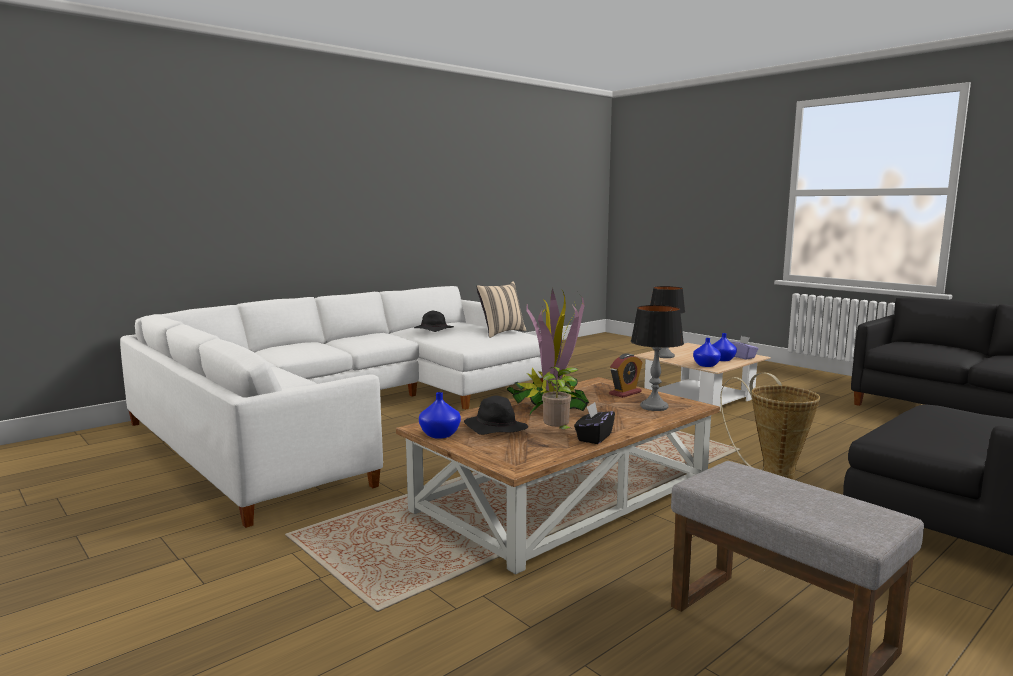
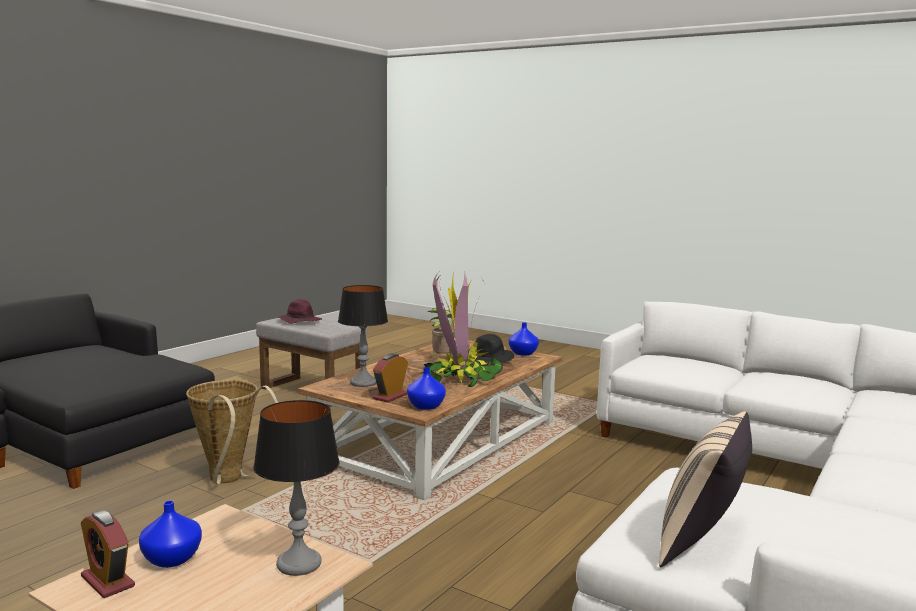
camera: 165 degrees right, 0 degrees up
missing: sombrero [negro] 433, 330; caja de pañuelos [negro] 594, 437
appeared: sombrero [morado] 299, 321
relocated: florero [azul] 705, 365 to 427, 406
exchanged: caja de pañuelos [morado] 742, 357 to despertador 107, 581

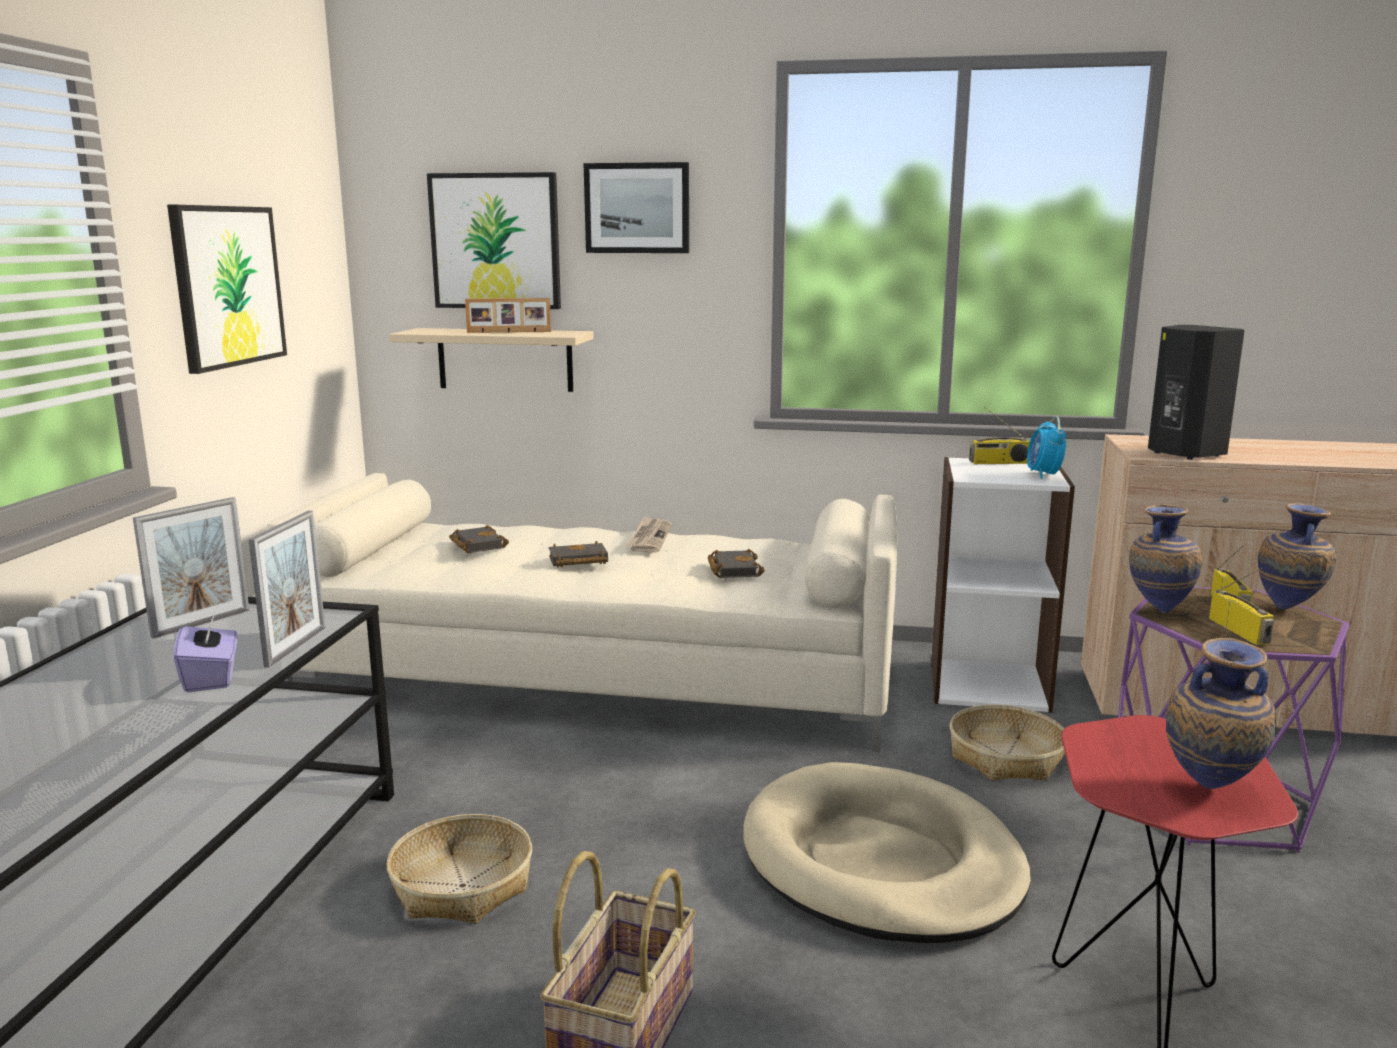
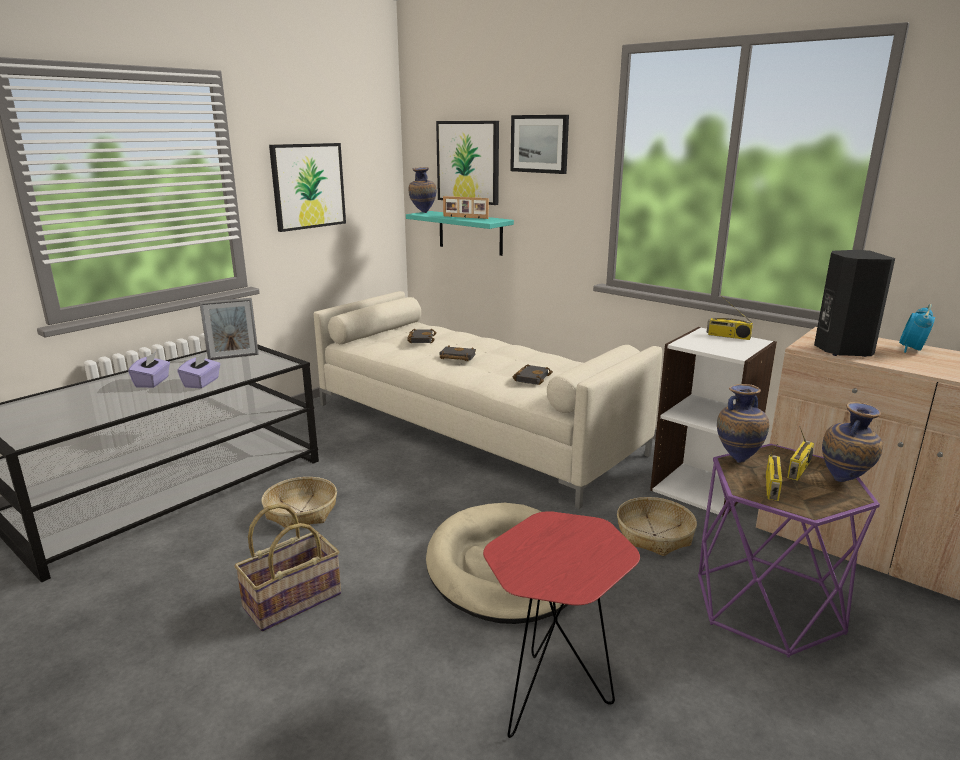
camera: 30 degrees right, 5 degrees up
missing: portarretratos 296, 646; periódico 649, 538
appeared: caja de pañuelos [morado] 152, 382
relocated: despertador 1043, 475 to 912, 350; florero 1208, 791 to 422, 213
colour: estante [beis] 505, 359 to estante [turquesa] 470, 233

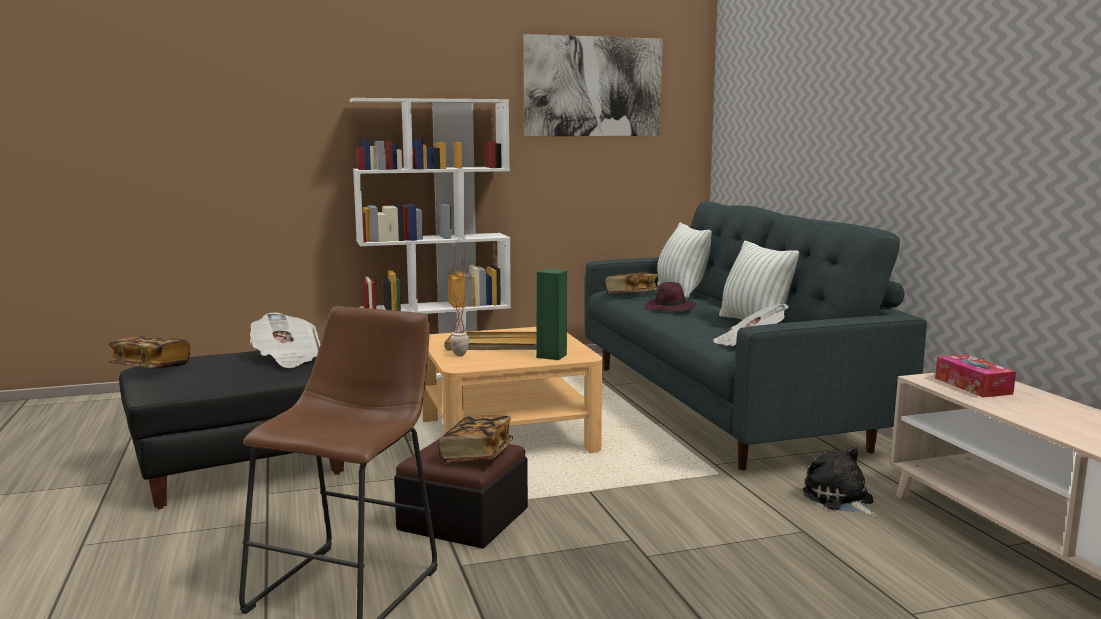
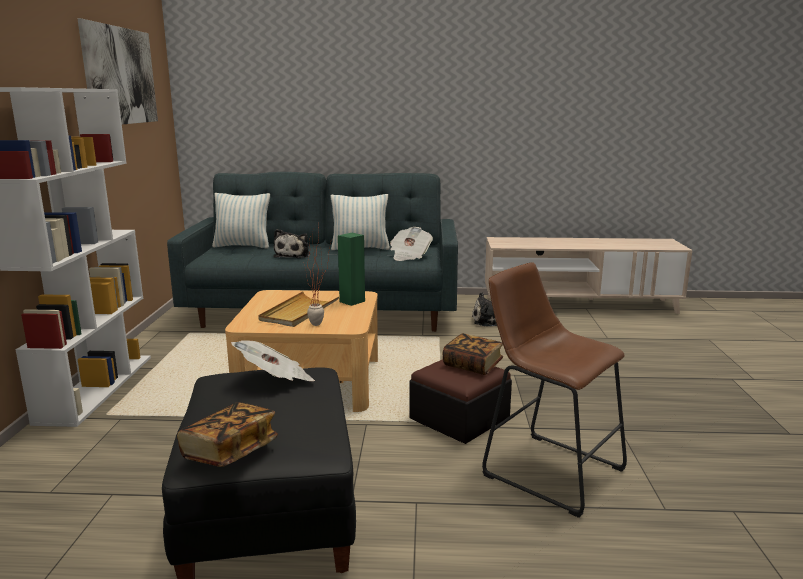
camera: 70 degrees left, 5 degrees up
missing: libro 631, 294; caja de pañuelos 973, 386
exchanged: sombrero [morado] 670, 309 to peluche 293, 255

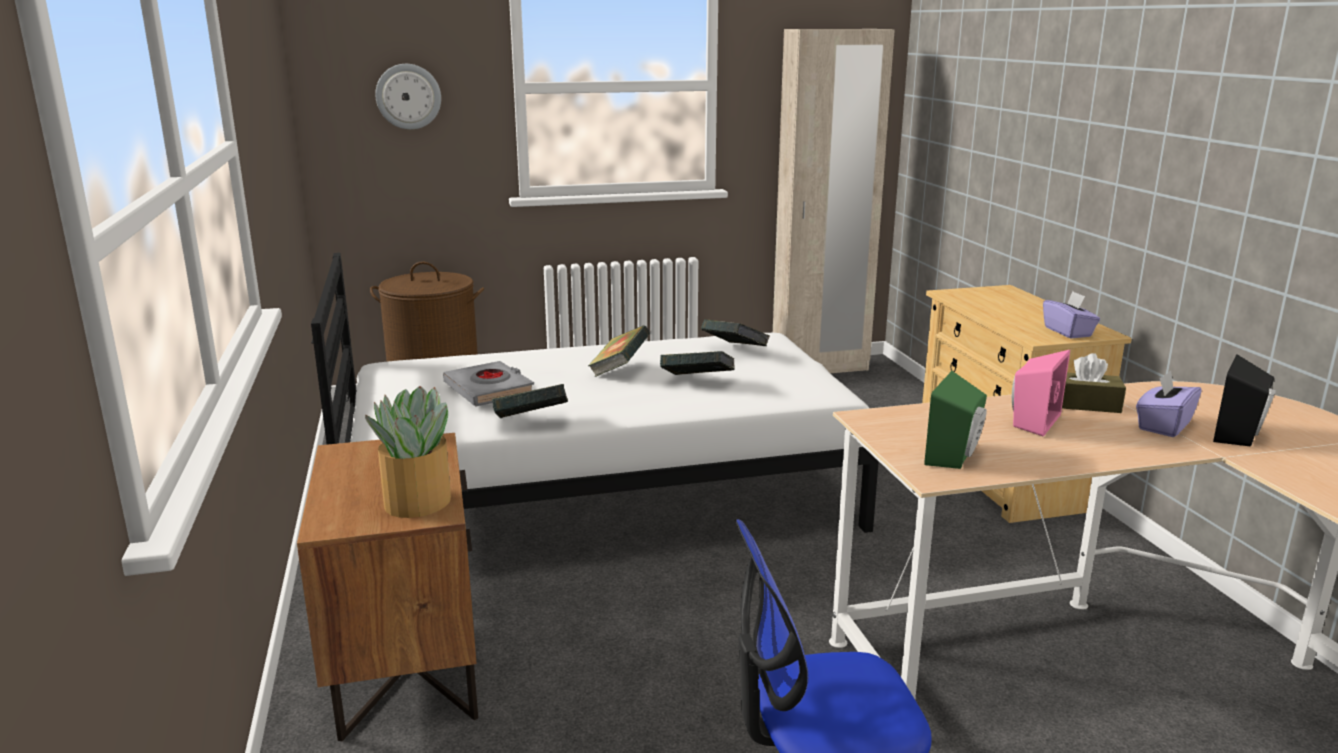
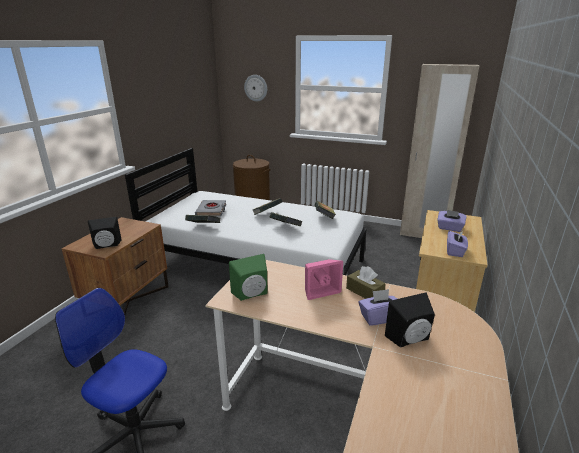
camera: 35 degrees right, 5 degrees up
appeared: caja de pañuelos [morado] 449, 228
exchanged: planta en maceta 416, 502 to altavoz [negro] 107, 246

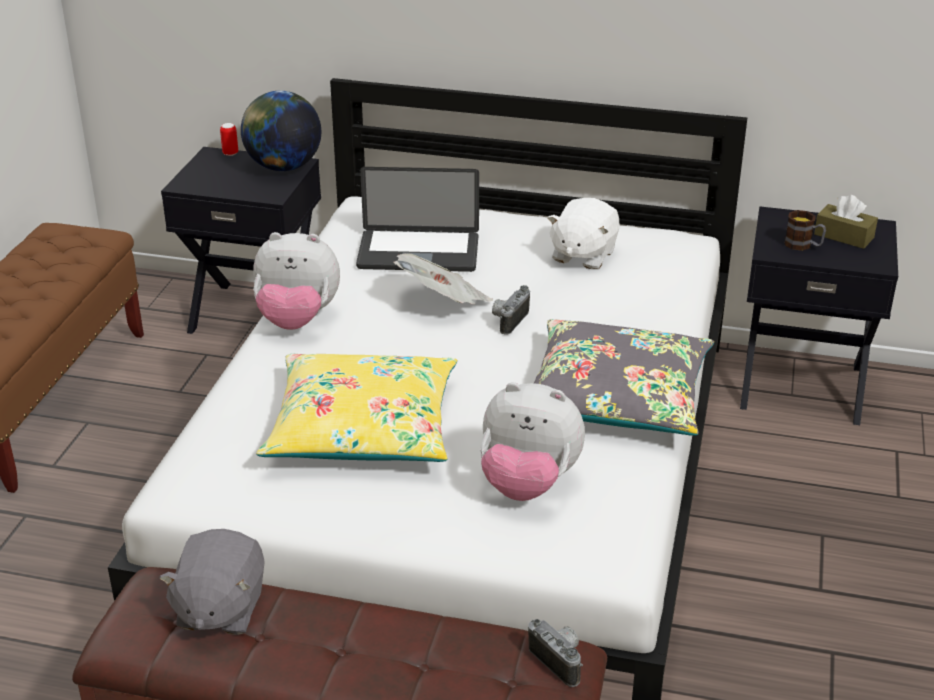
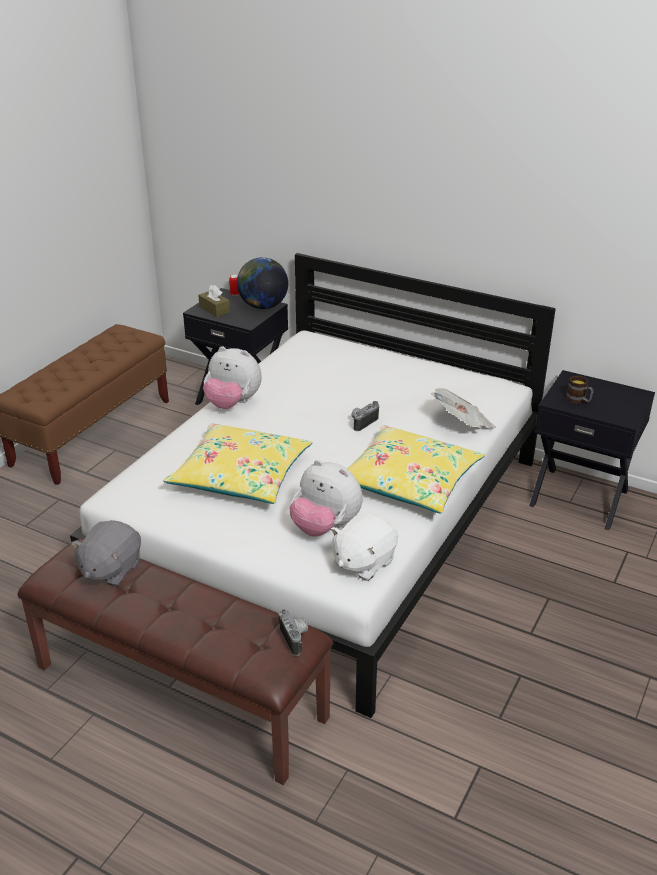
camera: 15 degrees right, 0 degrees up
missing: portátil 418, 253
relocated: periódico 444, 302 to 462, 424; peluche [blanco] 582, 255 to 363, 562; caja de pañuelos [marrón] 844, 236 to 214, 309
colour: cojín [gris] 616, 396 to cojín [amarillo] 409, 481

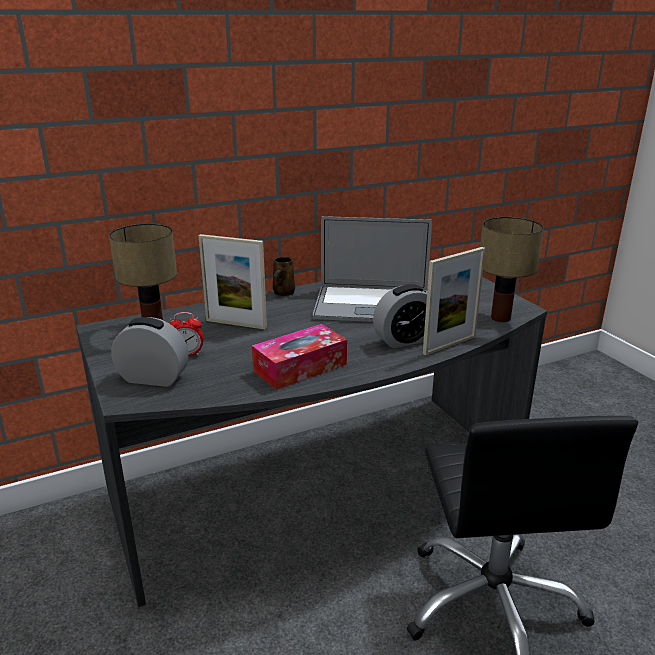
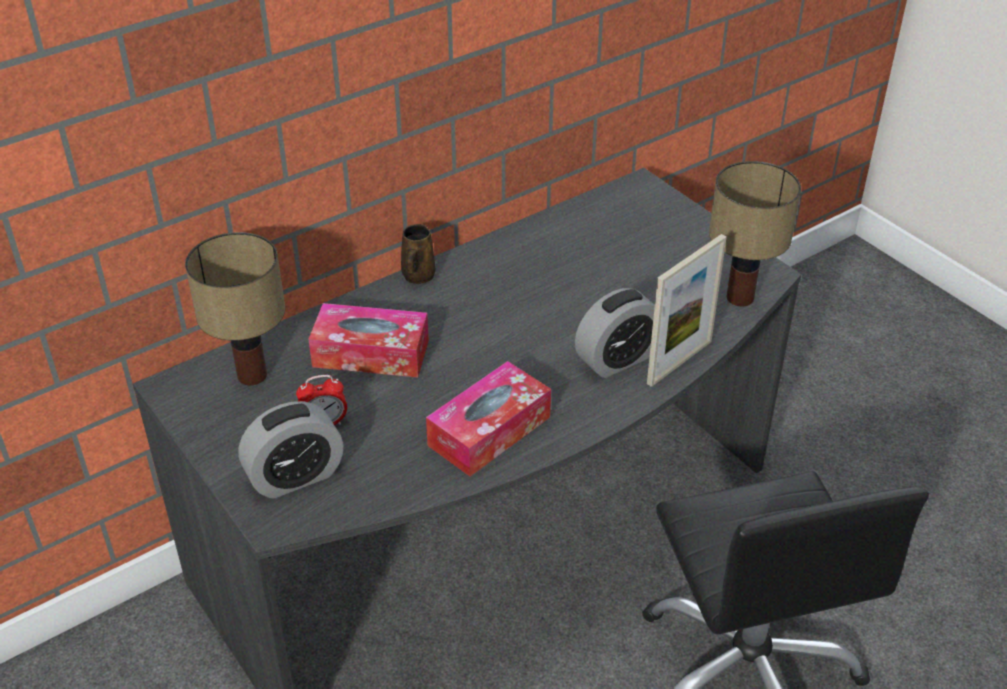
camera: 10 degrees left, 15 degrees up
missing: portátil 372, 305
exchanged: portarretratos 236, 324 to caja de pañuelos 371, 353
spun: despertador 153, 378 = 295, 476 150 degrees clockwise

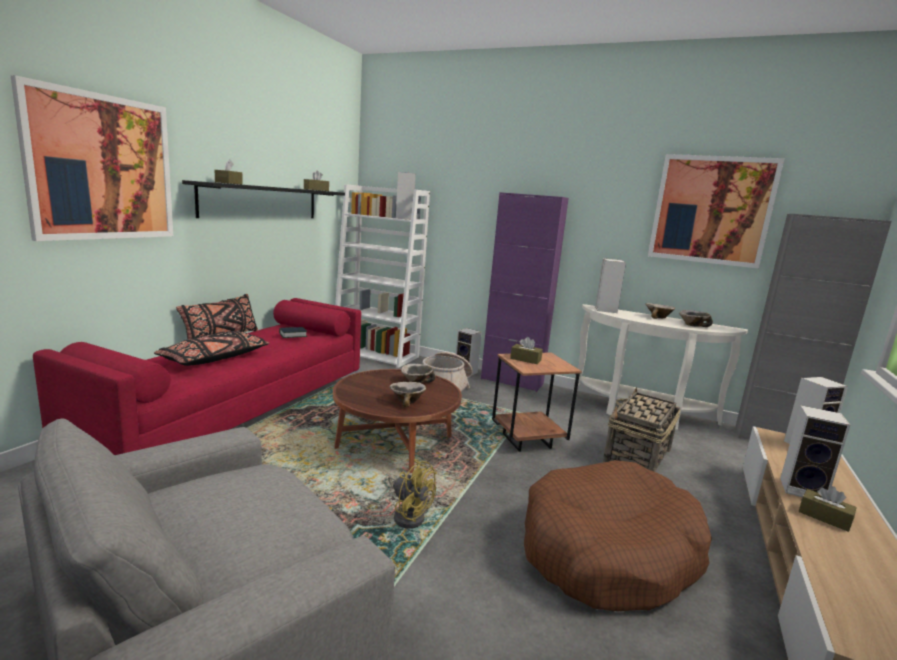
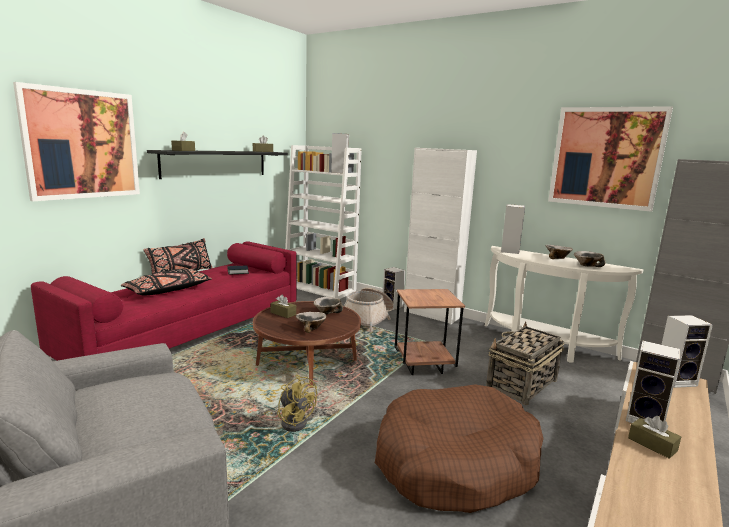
camera: 10 degrees right, 0 degrees up
relocated: caja de pañuelos [marrón] 525, 359 to 283, 313
colour: armario [morado] 512, 381 to armario [blanco] 431, 314

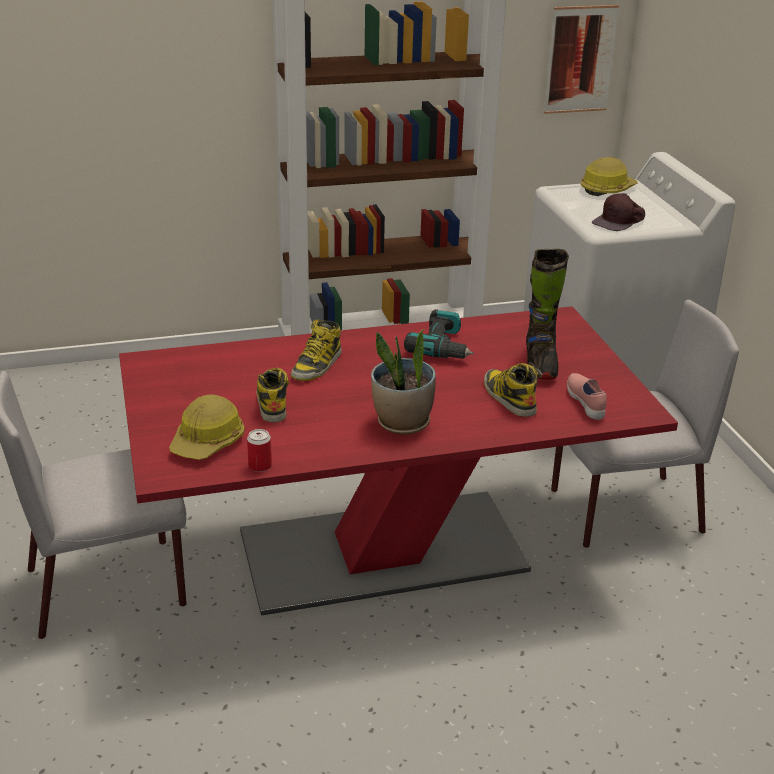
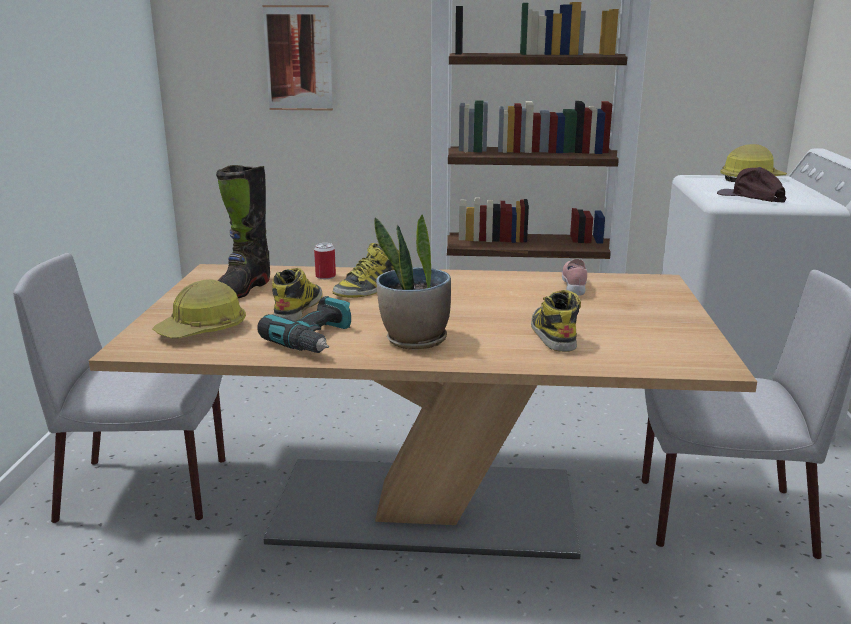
camera: 20 degrees right, 10 degrees down
relocated: lata 260, 466 to 325, 276; taladro 443, 347 to 316, 340; bota [negro] 540, 364 to 242, 289; cuadro 580, 59 to 298, 58; zapato [rosa] 586, 403 to 575, 286
colour: mesa de comedor [rojo] 382, 552 to mesa de comedor [beis] 425, 509
spun: gorra [marrón] 619, 221 = 751, 197 75 degrees clockwise

